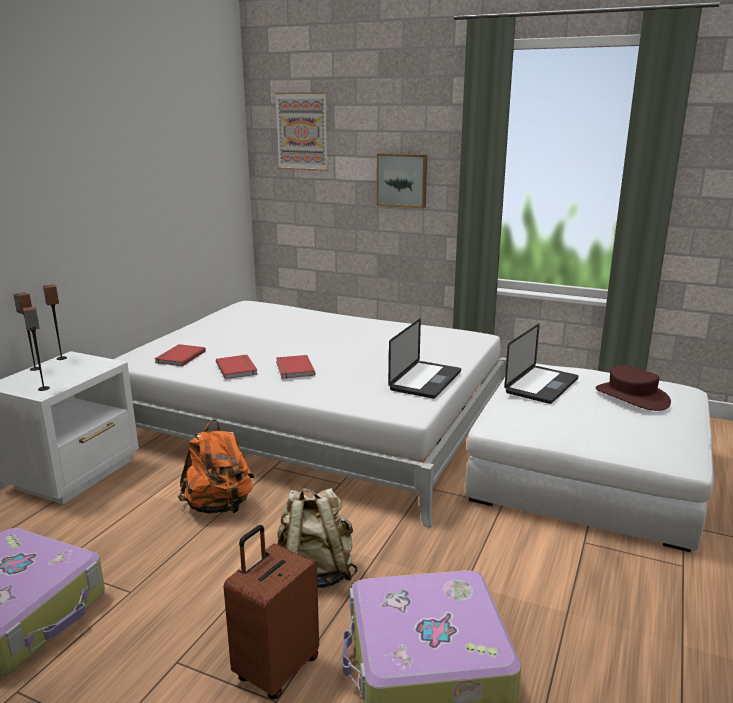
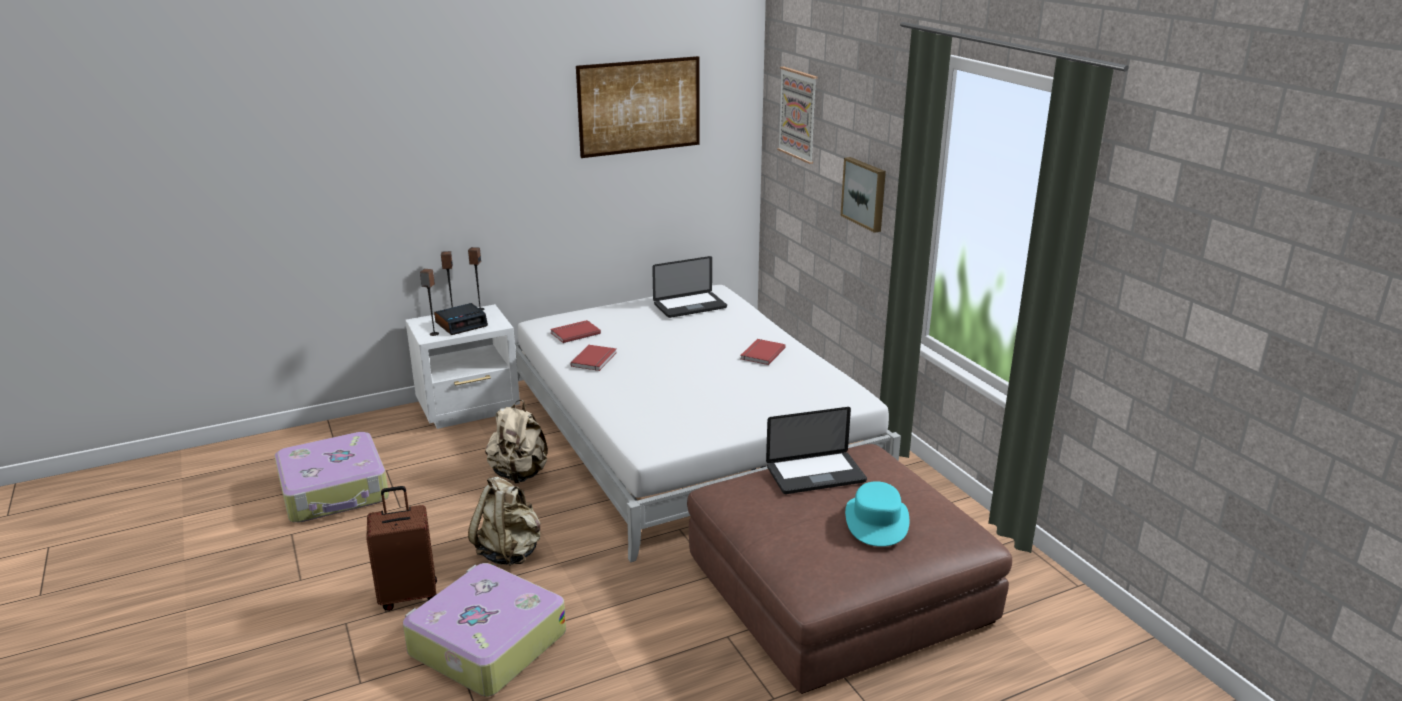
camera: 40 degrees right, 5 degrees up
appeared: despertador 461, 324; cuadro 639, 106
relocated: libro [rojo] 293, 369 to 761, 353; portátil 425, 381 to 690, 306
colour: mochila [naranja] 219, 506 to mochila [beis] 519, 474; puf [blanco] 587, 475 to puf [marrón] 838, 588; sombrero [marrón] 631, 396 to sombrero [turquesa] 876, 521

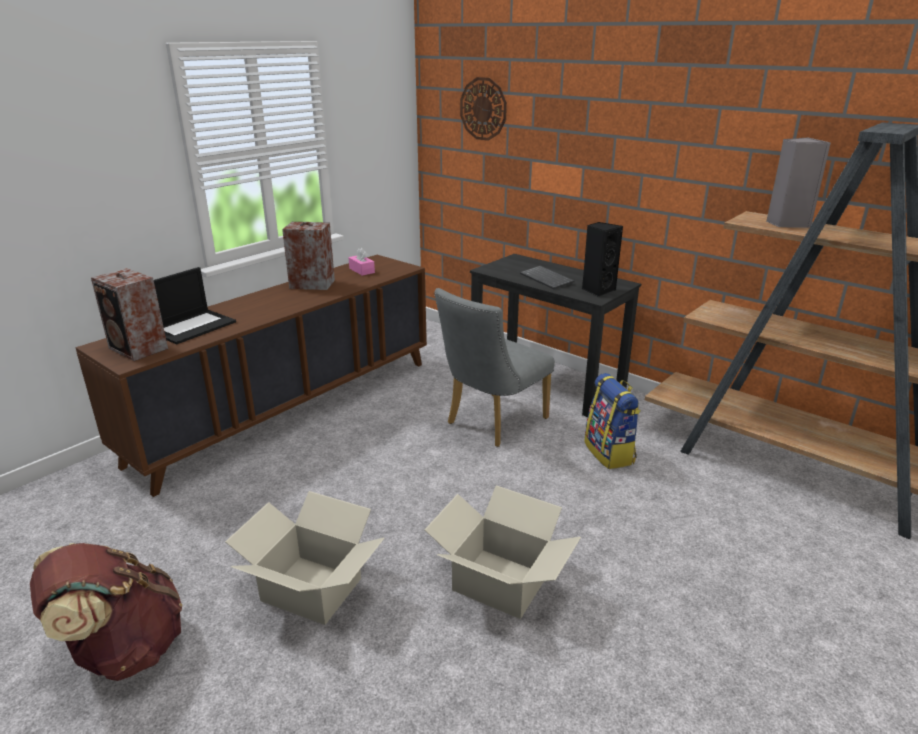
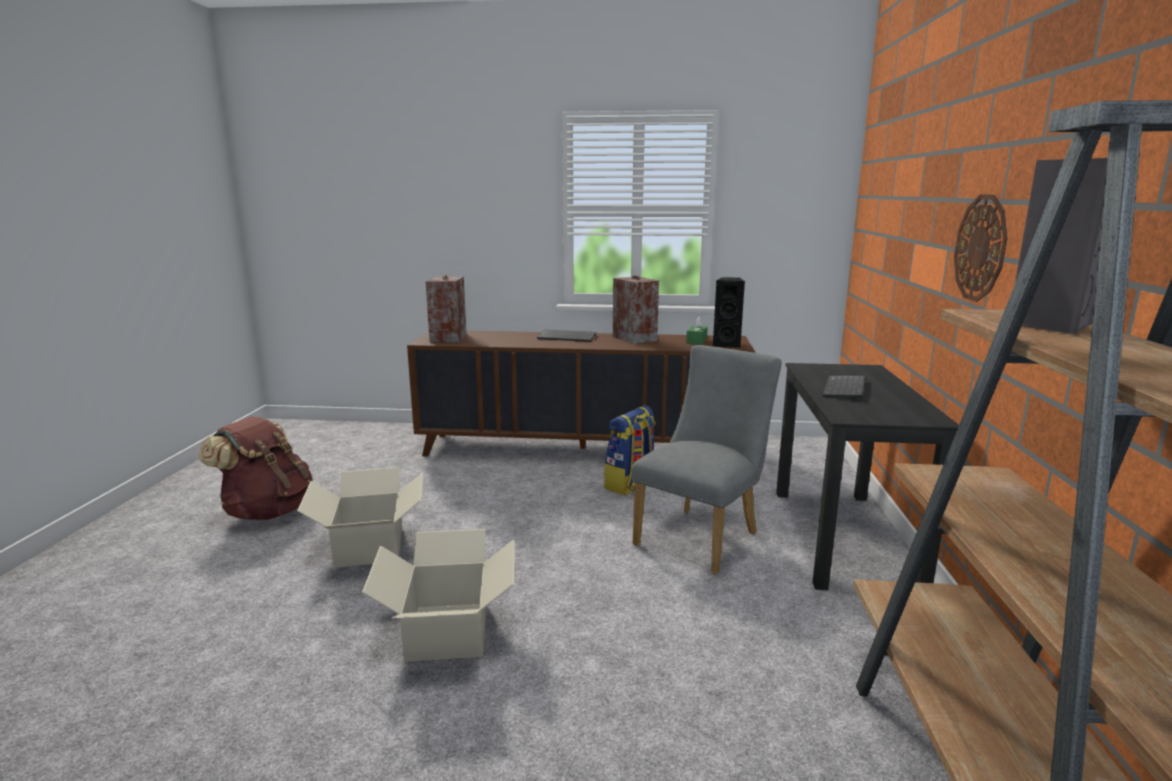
camera: 55 degrees right, 10 degrees down
missing: portátil 192, 326
appeared: teclado 567, 337
relocated: reloj de pared 483, 109 to 981, 248; altavoz [negro] 597, 290 to 727, 344; mochila 610, 453 to 631, 485
colour: caja de pañuelos [rosa] 362, 270 to caja de pañuelos [verde] 696, 341
spun: silla [gris] 491, 423 = 702, 536 120 degrees clockwise

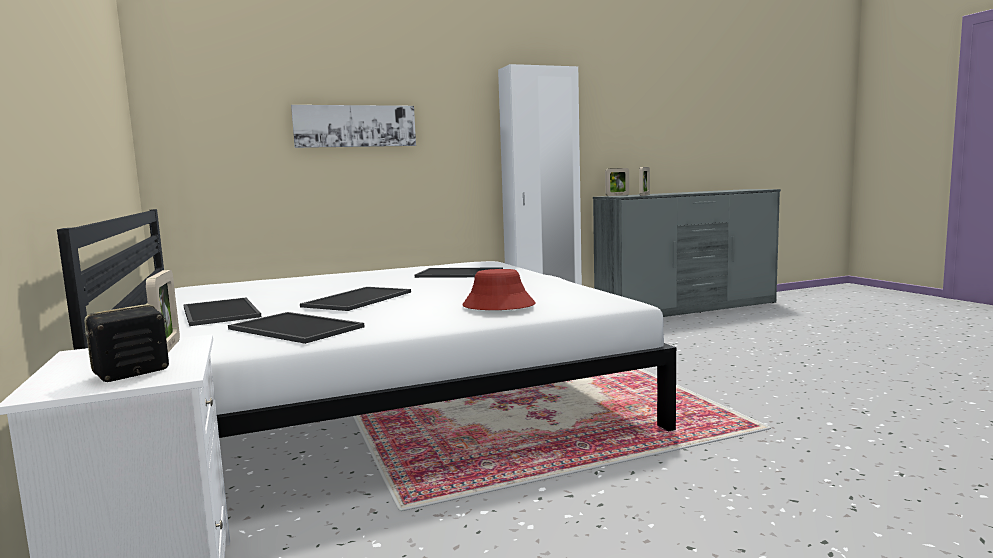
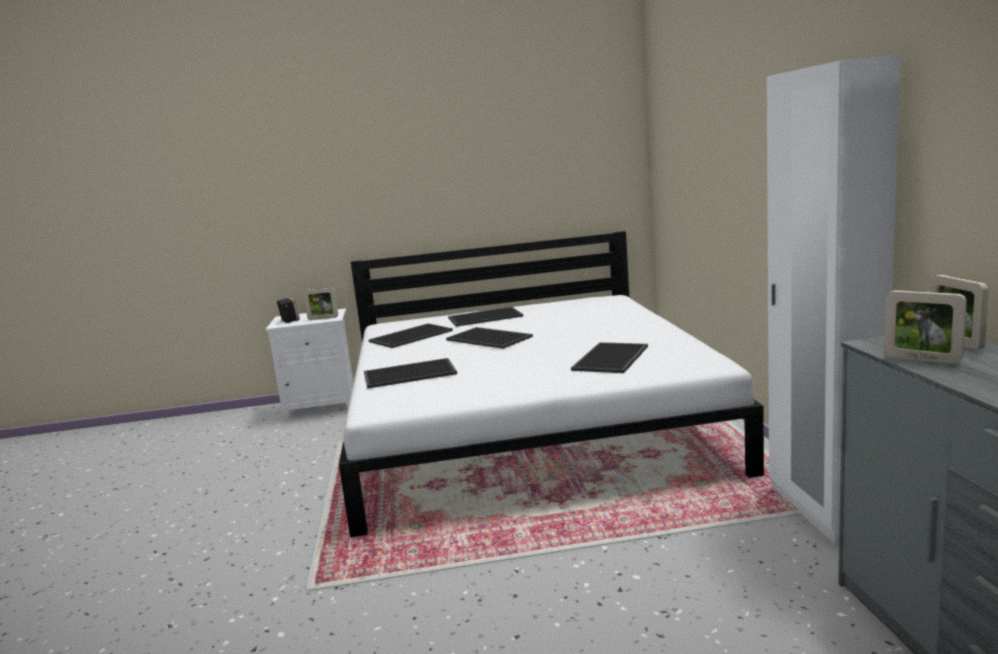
camera: 105 degrees right, 5 degrees up
missing: cuadro 355, 126
exchanged: sombrero [rojo] 498, 306 to bandeja 410, 373

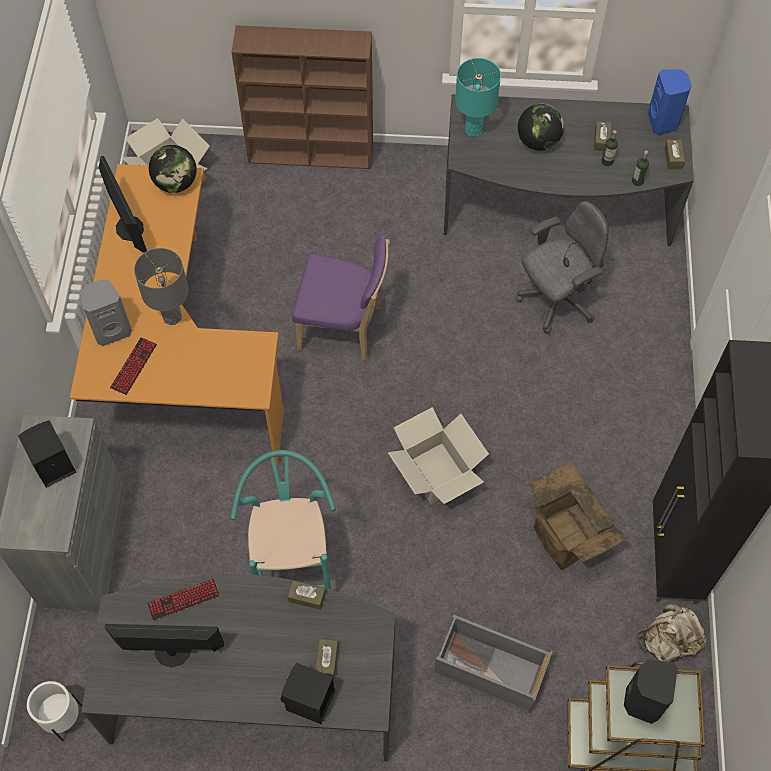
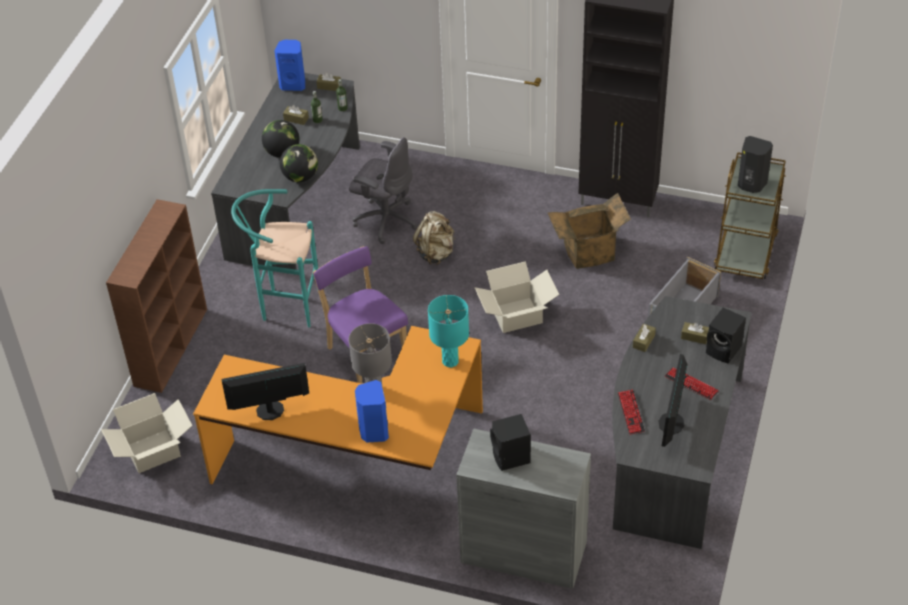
camera: 75 degrees left, 15 degrees down
missing: maceta [blanco] 63, 719
relocated: teclado 134, 366 to 691, 384; globo terráqueo 176, 183 to 300, 177; taburete [turquesa] 294, 567 to 285, 305; lámpara de mesa [turquesa] 473, 130 to 450, 361; mochila [beis] 668, 642 to 436, 253
colour: altavoz [gris] 112, 330 to altavoz [azul] 373, 431
spun: silla [morado] 343, 328 = 365, 351 60 degrees counterclockwise; silla de oficina [gris] 556, 301 = 385, 220 135 degrees clockwise

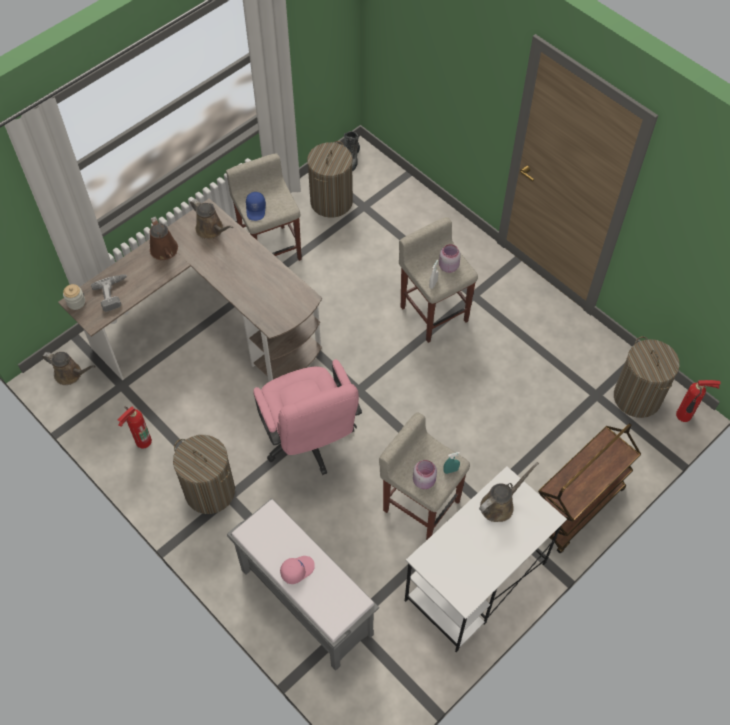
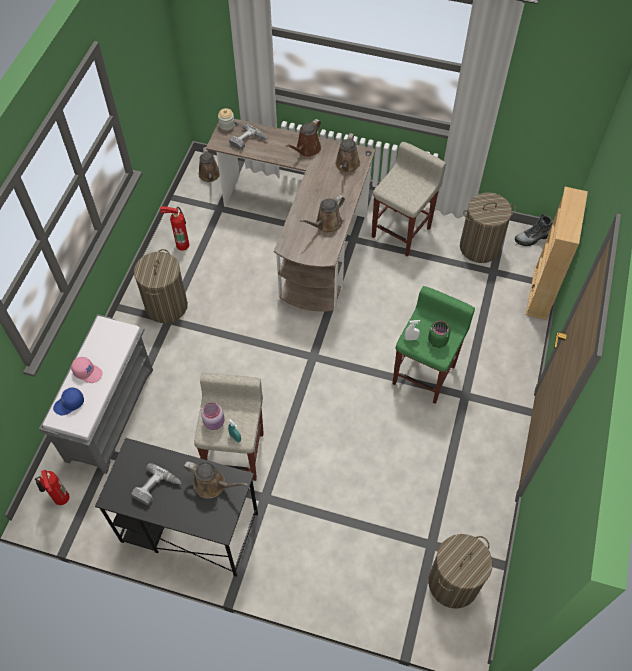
camera: 60 degrees right, 0 degrees up
missing: silla de oficina [rosa] 309, 442; carrito [marrón] 576, 508
appeared: taladro 157, 488; regadera [marrón] 326, 224; estantería [beis] 540, 292
relocated: gorra [azul] 256, 209 to 69, 404; extintor 685, 416 to 60, 499
colour: taburete [beis] 433, 313 to taburete [verde] 424, 374; escritorio [blanco] 475, 582 to escritorio [negro] 188, 527; tarro [rosa] 448, 266 to tarro [verde] 437, 340

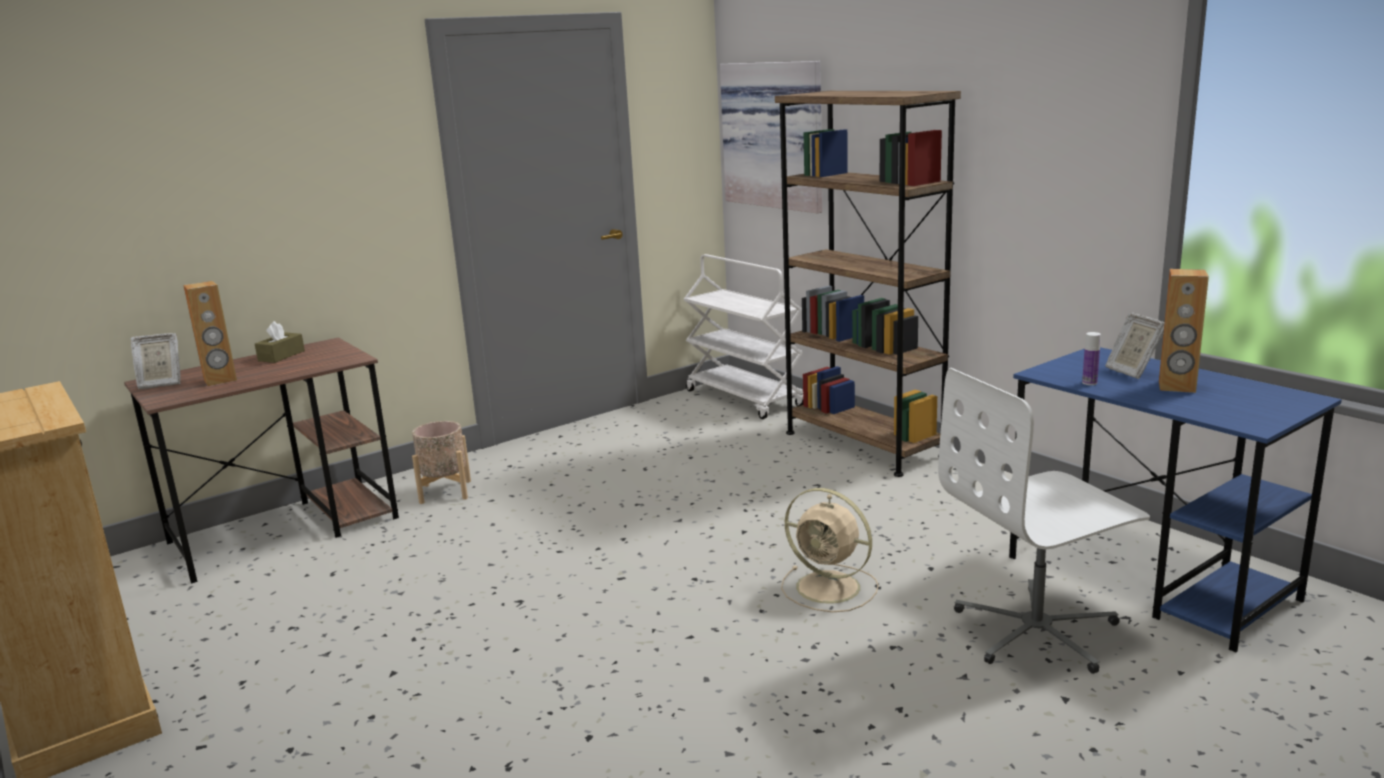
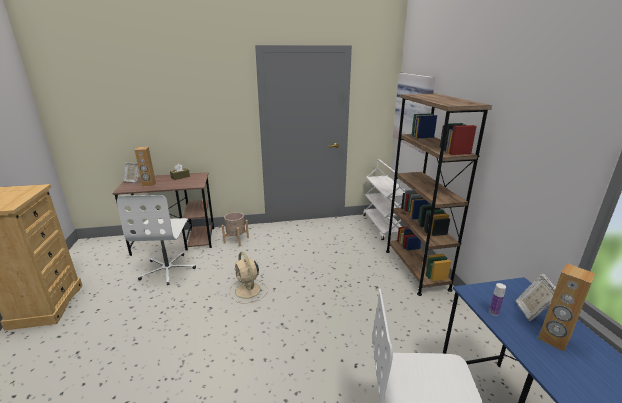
camera: 25 degrees right, 5 degrees up
appeared: silla de oficina [blanco] 168, 269
relocated: ventilador [beis] 831, 588 to 248, 291

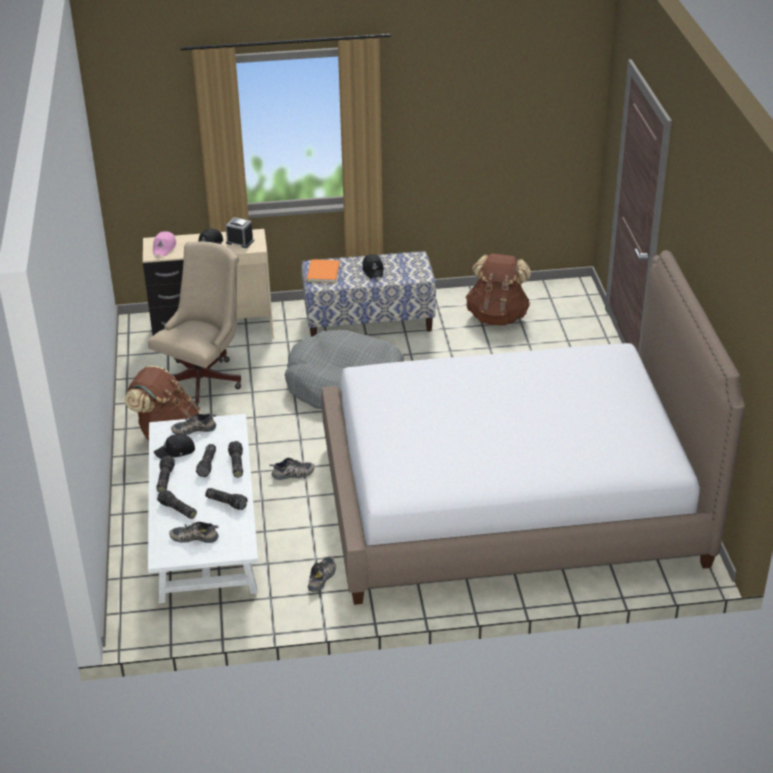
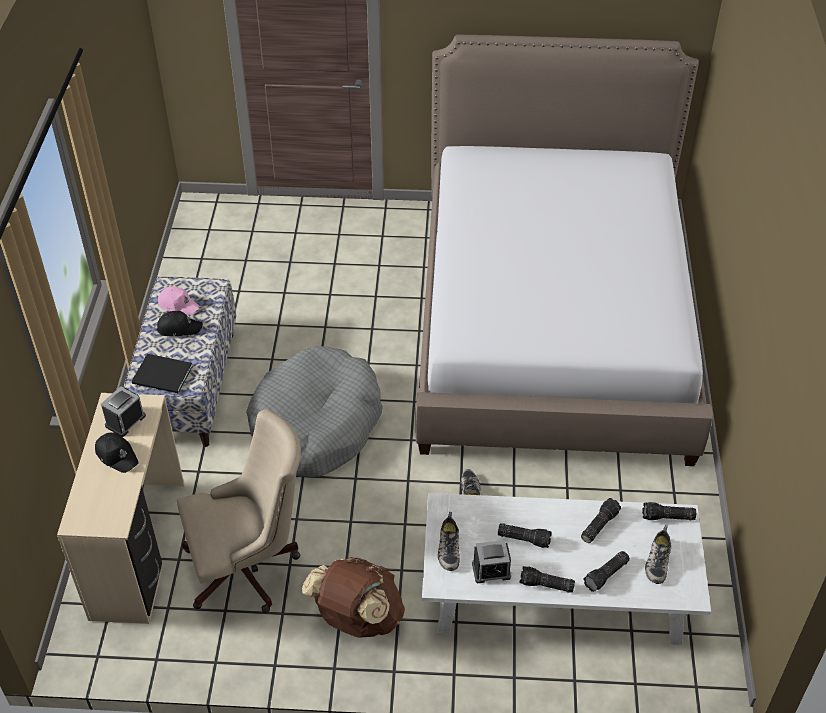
camera: 80 degrees left, 10 degrees up
missing: zapato 322, 577; mochila [marrón] 497, 316
relocated: gorra [rosa] 164, 248 to 178, 304; linterna 236, 464 to 667, 517
exchanged: gorra [negro] 175, 451 to despertador 491, 570
colour: libro [naranja] 322, 273 to libro [negro] 163, 376
spun: silla de oficina [beis] 204, 378 = 249, 568 120 degrees clockwise

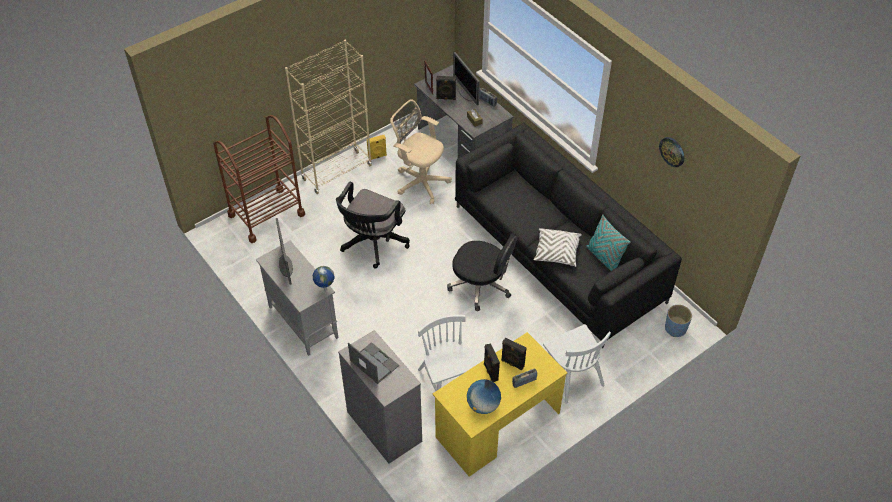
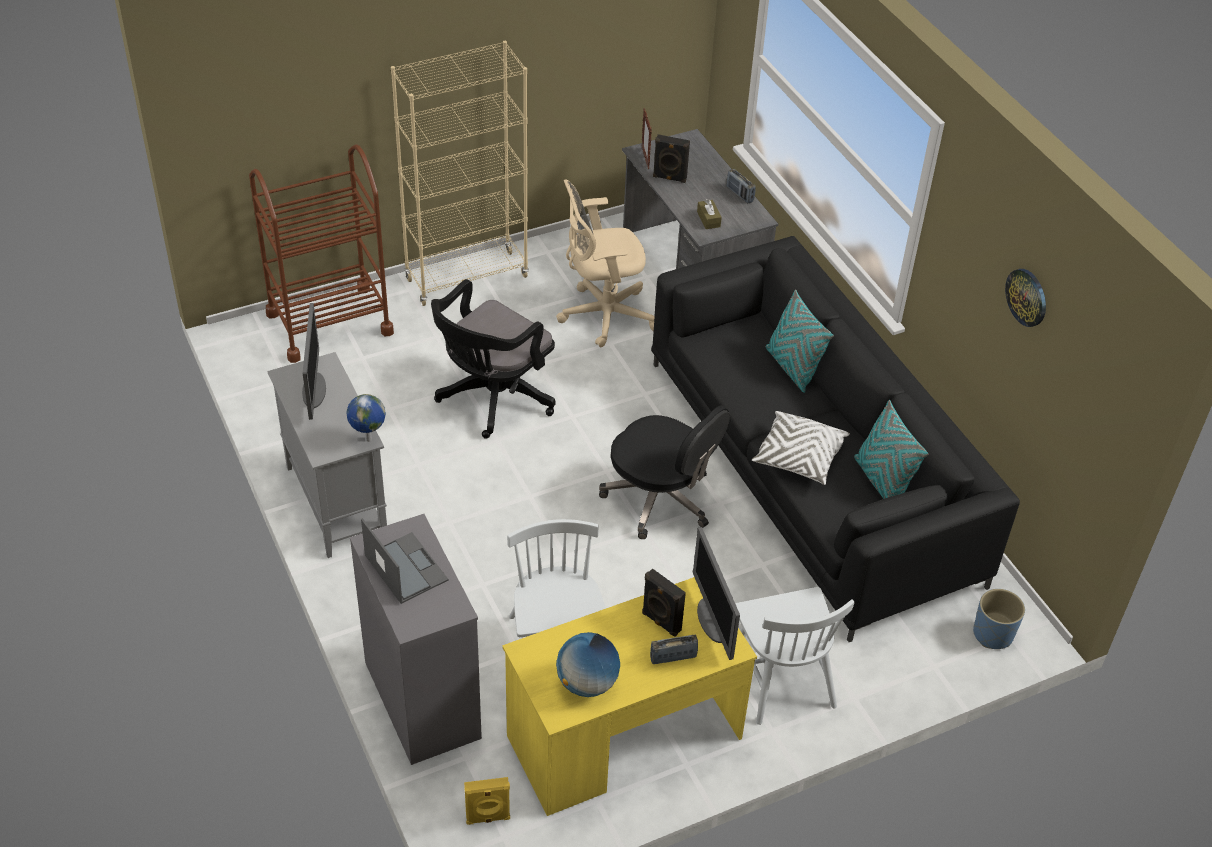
camera: 10 degrees right, 5 degrees down
missing: altavoz [negro] 490, 372
appeared: cojín [turquesa] 792, 367
relocated: altavoz [amarillo] 377, 157 to 488, 818; monitor 466, 93 to 712, 621
spun: silla de oficina [beis] 420, 182 = 603, 315 60 degrees counterclockwise

